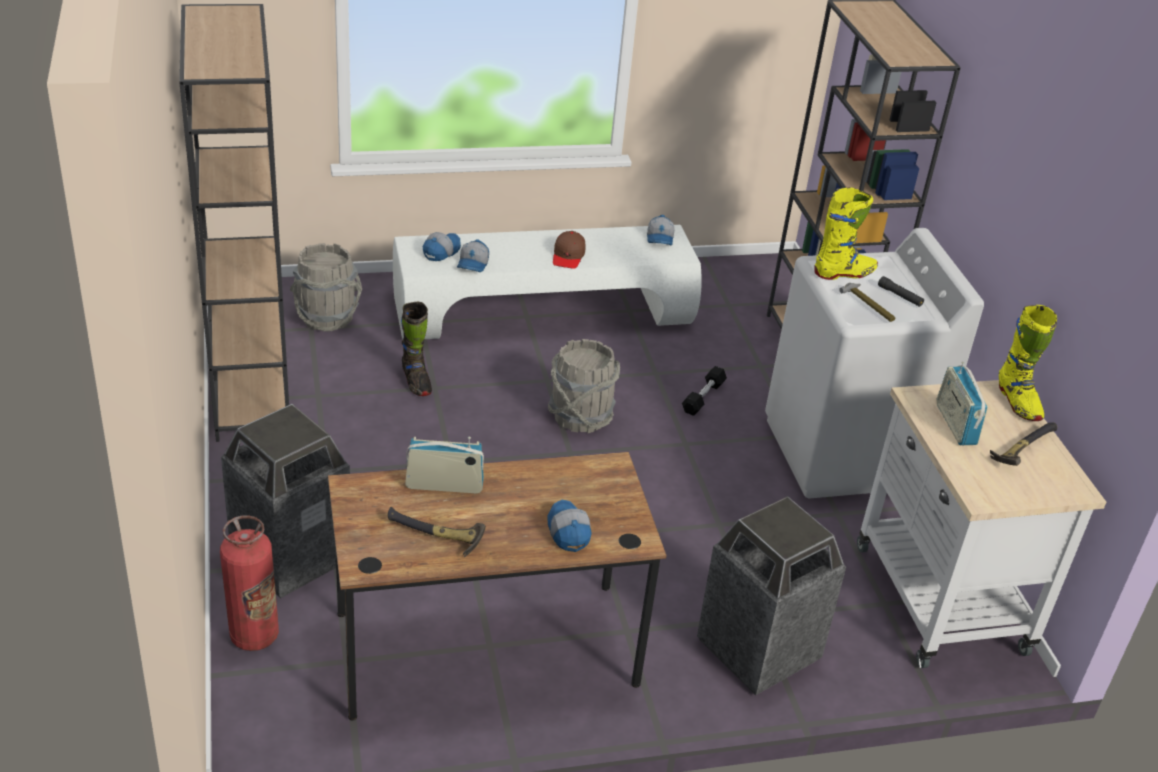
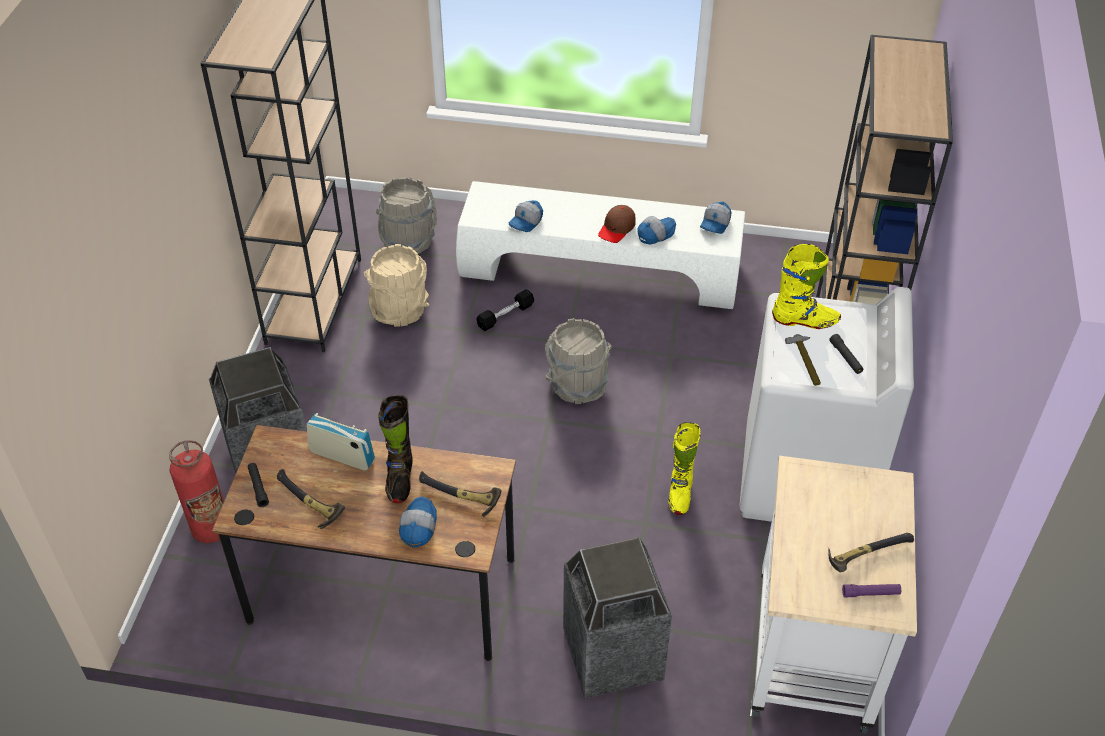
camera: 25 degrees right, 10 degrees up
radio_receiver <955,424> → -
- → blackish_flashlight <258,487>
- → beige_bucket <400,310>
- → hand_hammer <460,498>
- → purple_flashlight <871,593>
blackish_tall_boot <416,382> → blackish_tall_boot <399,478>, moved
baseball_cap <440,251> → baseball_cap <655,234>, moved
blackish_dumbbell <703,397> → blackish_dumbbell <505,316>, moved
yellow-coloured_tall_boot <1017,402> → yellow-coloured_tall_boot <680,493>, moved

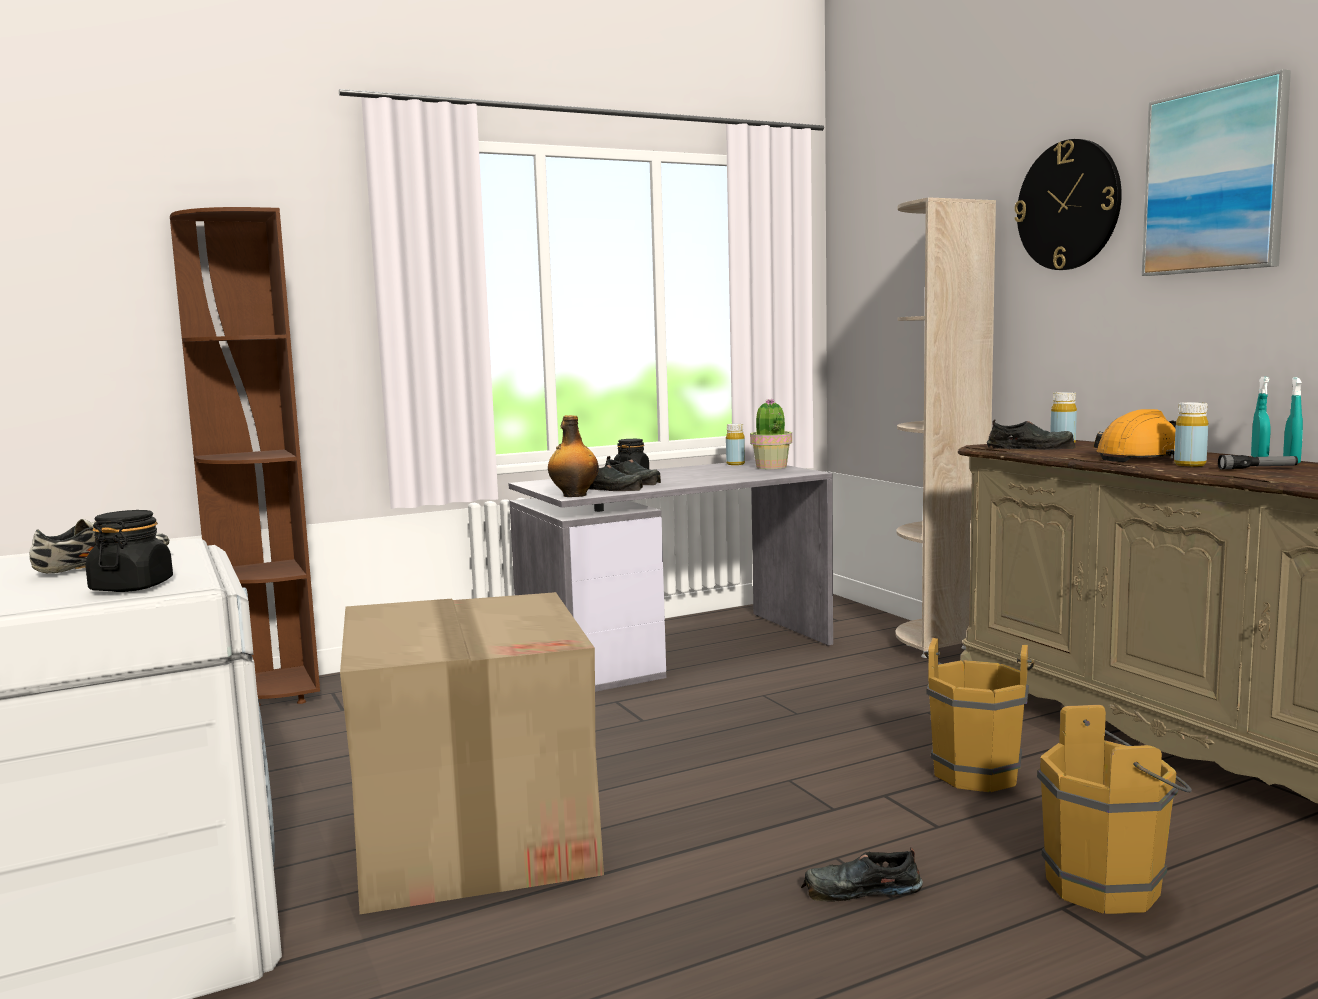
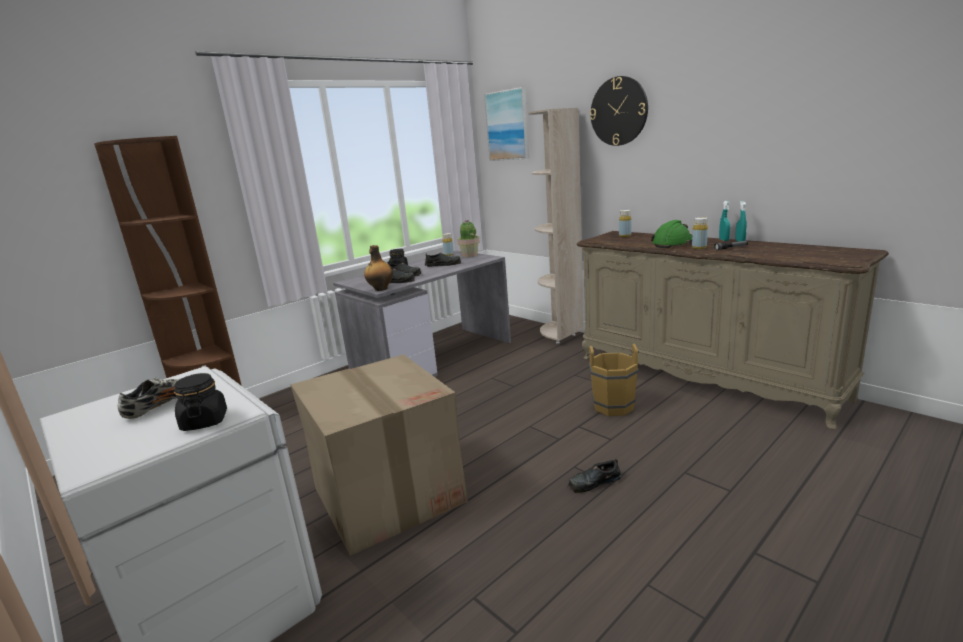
camera: 15 degrees left, 10 degrees up
brown_bucket <1111,886> → -
blackish_item_of_footwear <1031,447> → blackish_item_of_footwear <443,264>, moved
picture <1214,180> → picture <508,125>, moved
orange-coloured_work_helmet <1142,457> → green_work_helmet <672,244>

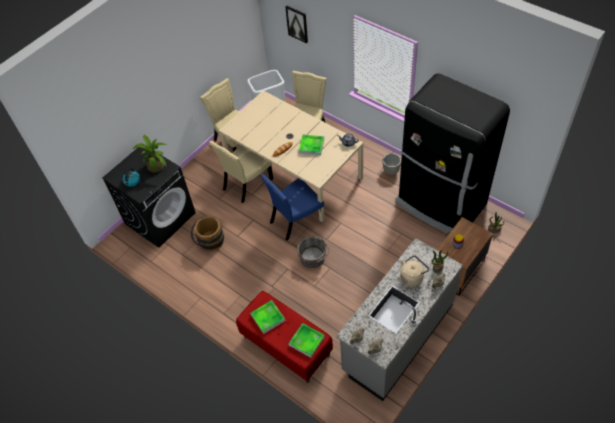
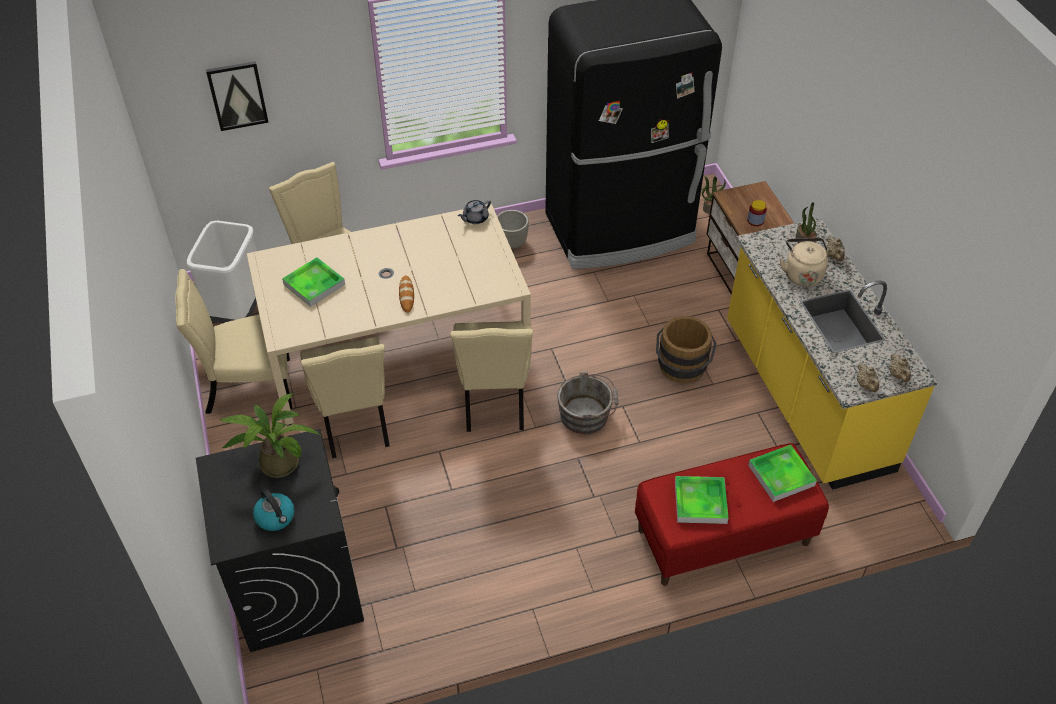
camera: 60 degrees left, 5 degrees down
brown_bucket <209,242> → brown_bucket <681,369>, moved
serving_tray <311,146> → serving_tray <314,284>, moved
blue_chair <296,220> → beige_chair <494,396>
gray_kitchen_counter <397,337> → yellow-coloured_kitchen_counter <804,397>

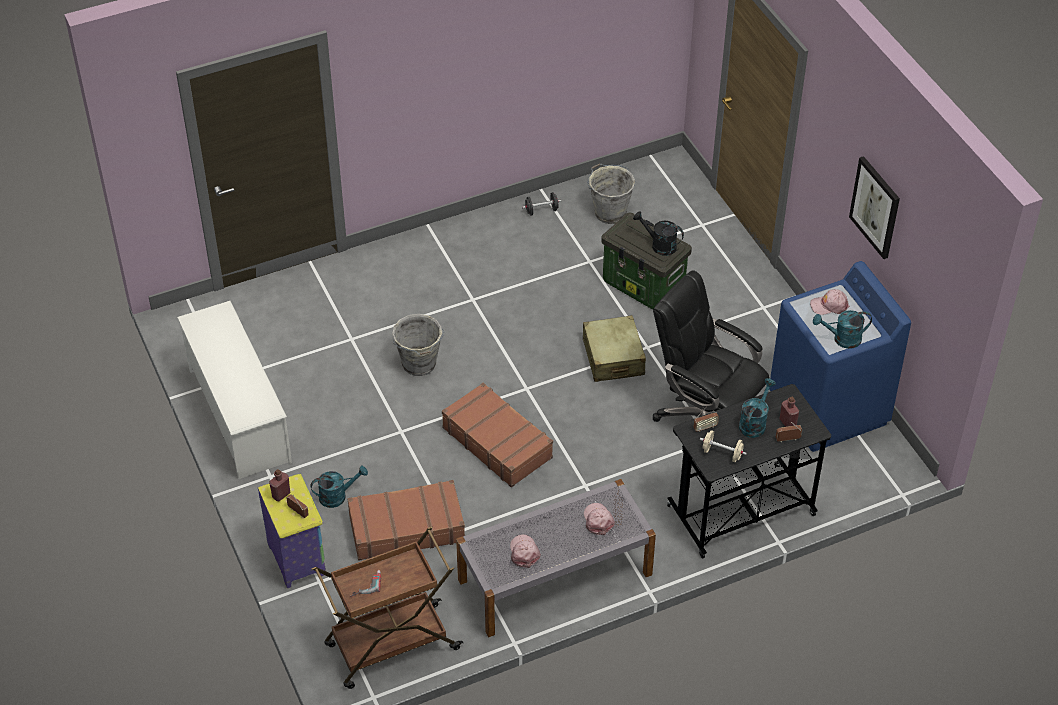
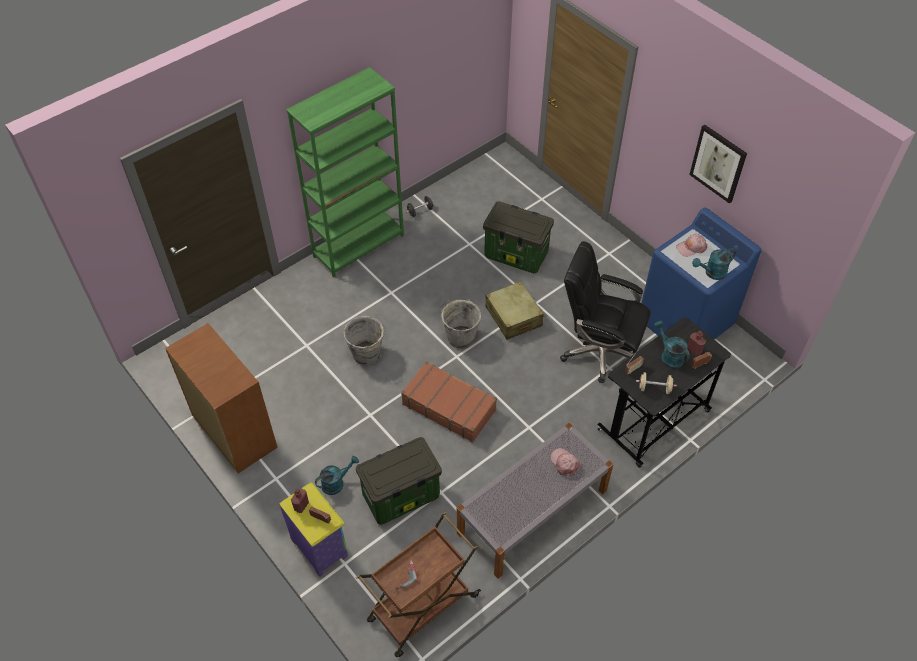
camera: 15 degrees left, 5 degrees up
pink_baseball_cap <524,552> → -
blackish_watering_can <659,245> → -
- → green_bookshelf <359,245>
gray_bucket <609,212> → gray_bucket <460,337>, moved
white-coloured_shoe_rack <238,415> → brown_cupboard <234,430>
brown_suitcase <406,528> → storage_box <400,497>
turquoise-coloured_watering_can <754,422> → turquoise-coloured_watering_can <669,356>, 45 degrees counterclockwise

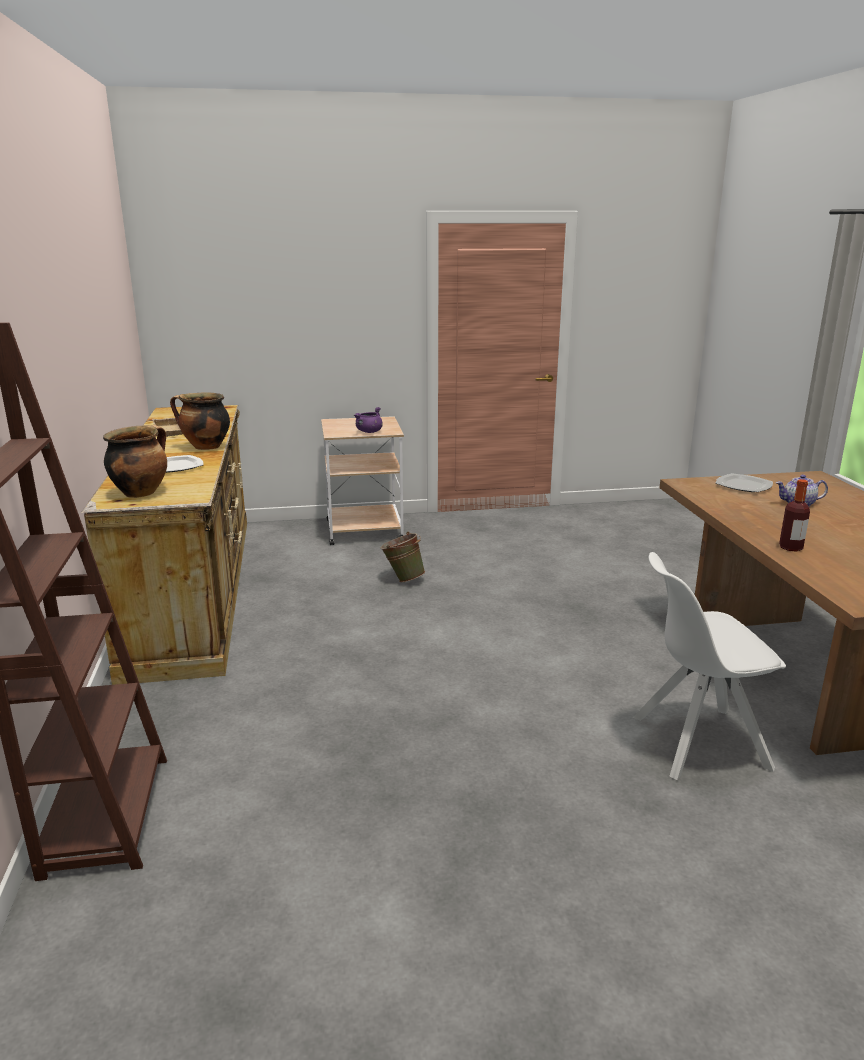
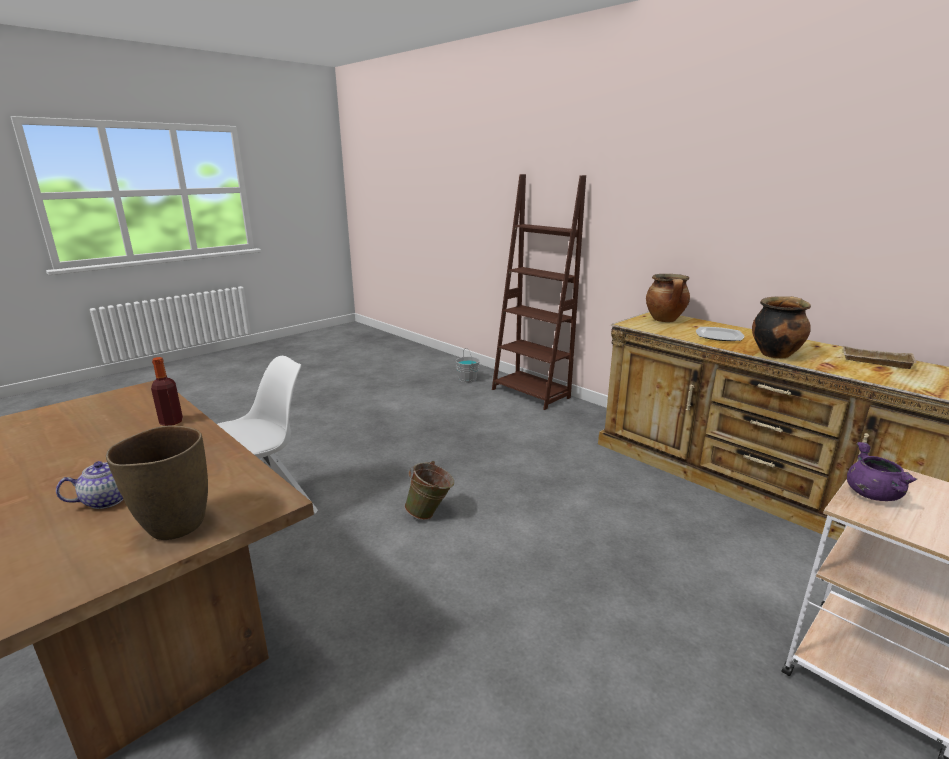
camera: 145 degrees right, 0 degrees up
- → gray_bucket <467,379>
green_bucket <403,579> → green_bucket <430,514>, moved
flat_dish <743,485> → brown_vase <175,526>

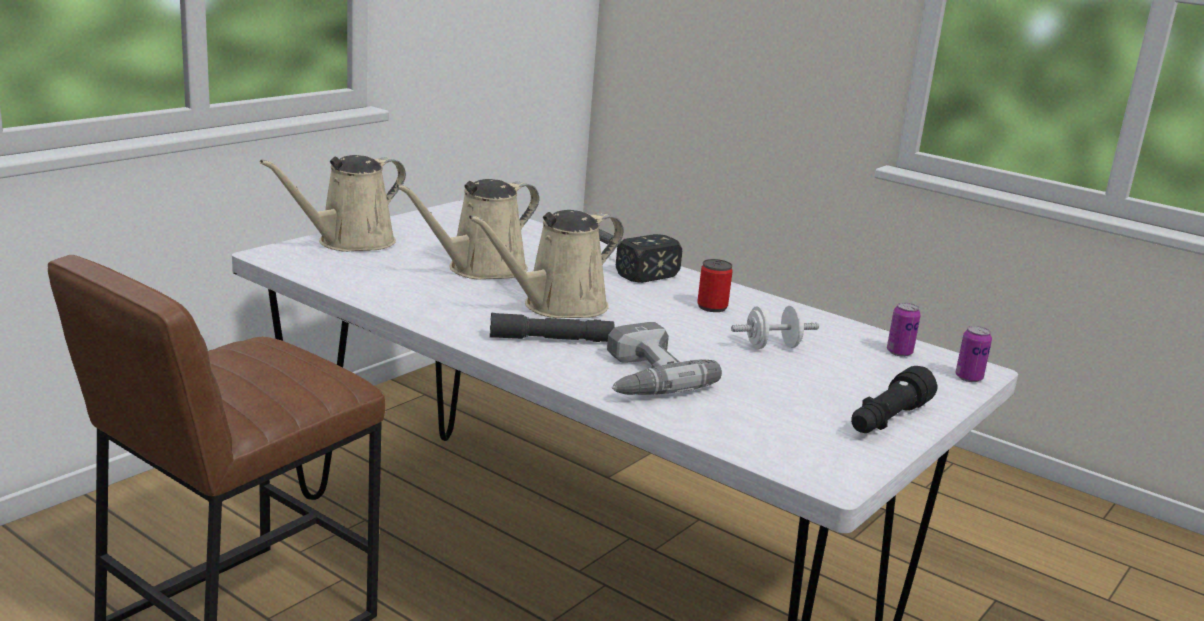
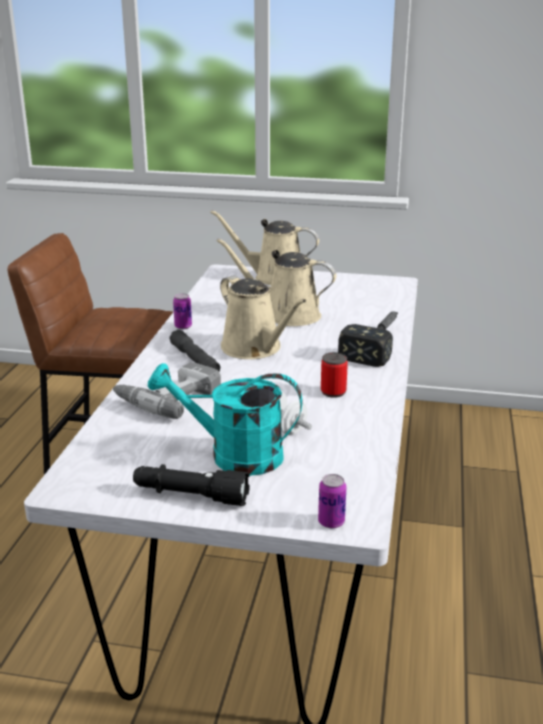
camera: 65 degrees right, 5 degrees up
- → turquoise-coloured_watering_can <233,455>
can <899,352> → can <183,326>, moved
beige_watering_can <558,306> → beige_watering_can <255,348>, 150 degrees counterclockwise

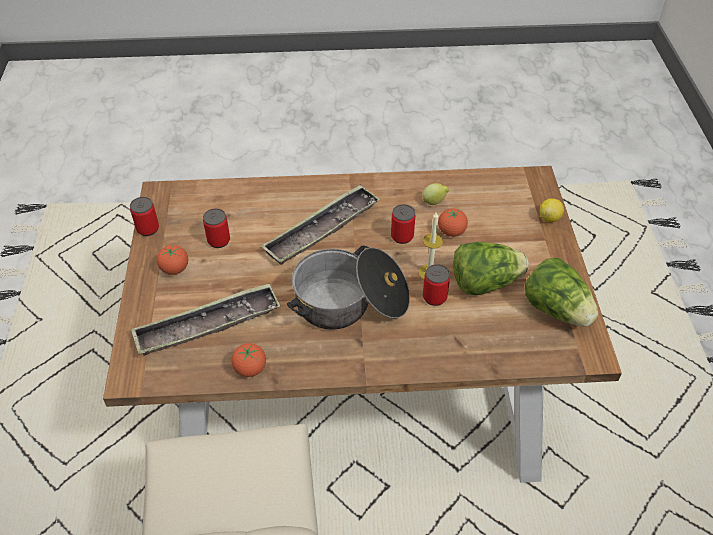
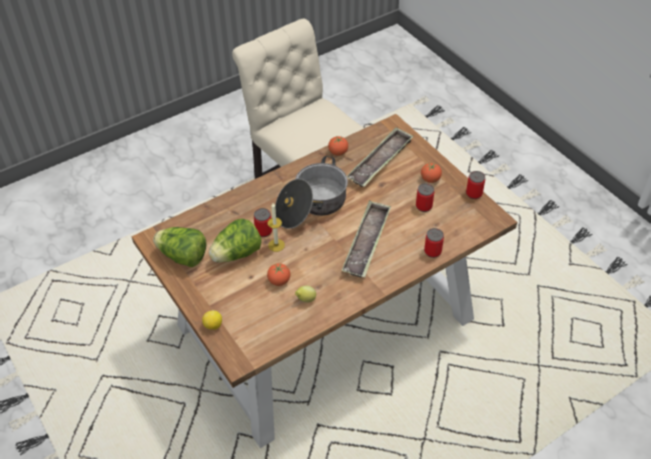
camera: 150 degrees right, 0 degrees up
can <402,236> → can <432,251>, moved

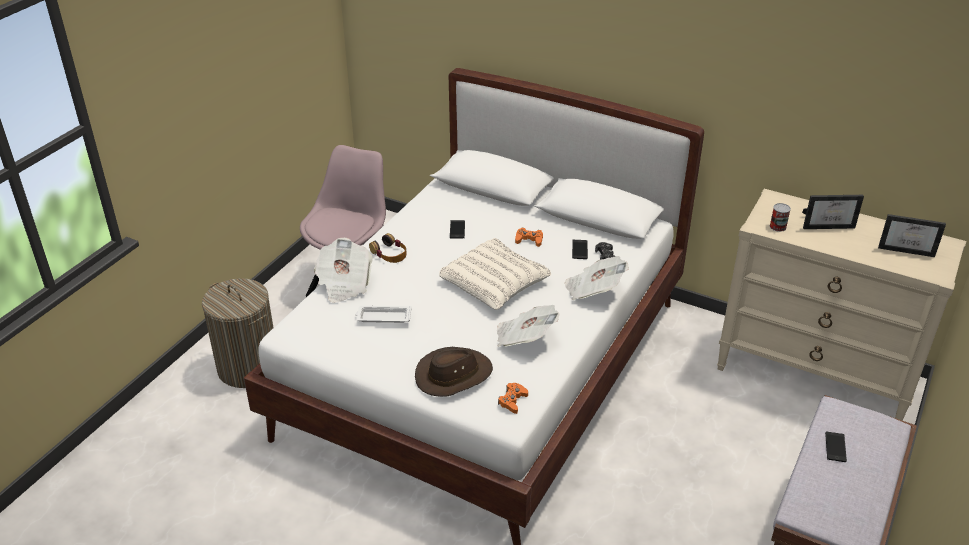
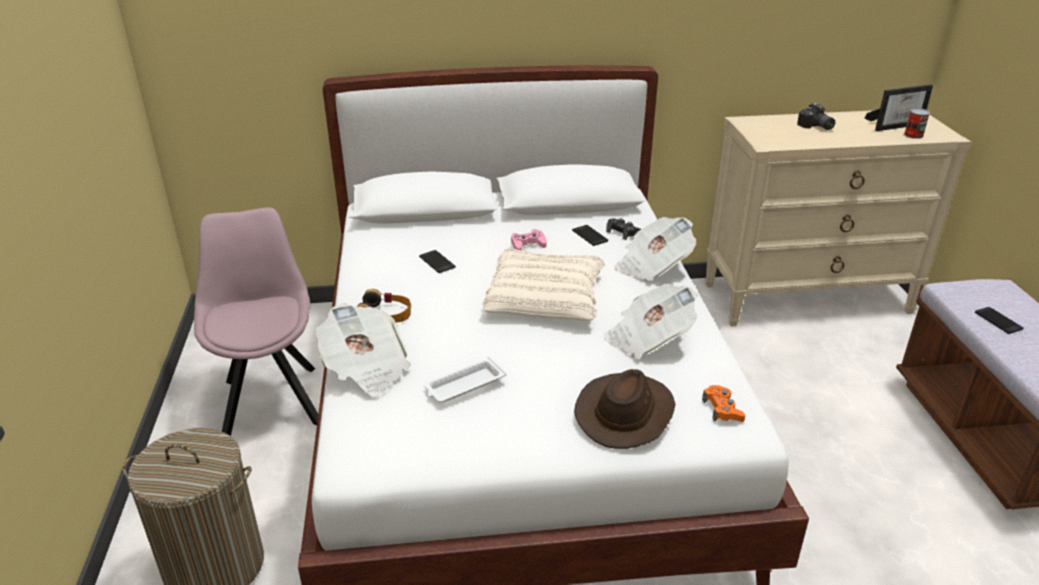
camera: 35 degrees left, 5 degrees down
can <777,226> → can <913,135>, moved
standing_frame <828,225> → still_camera <815,127>
orange-coloured_gamepad <529,240> → pink_gamepad <528,245>

